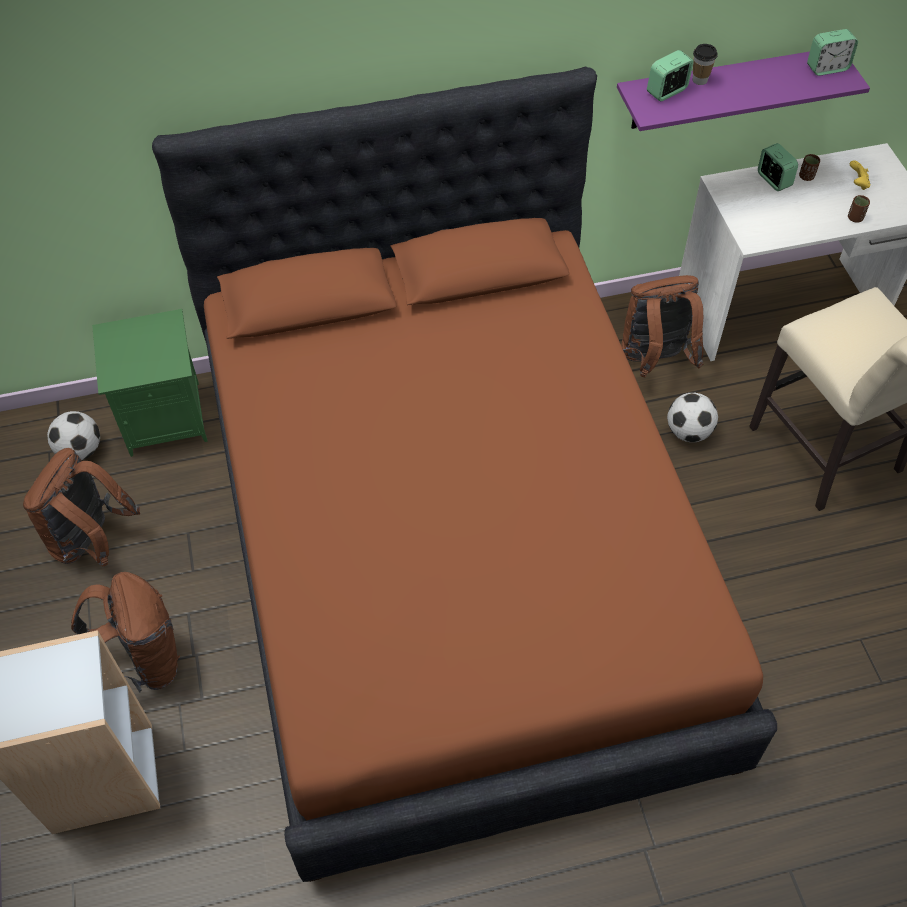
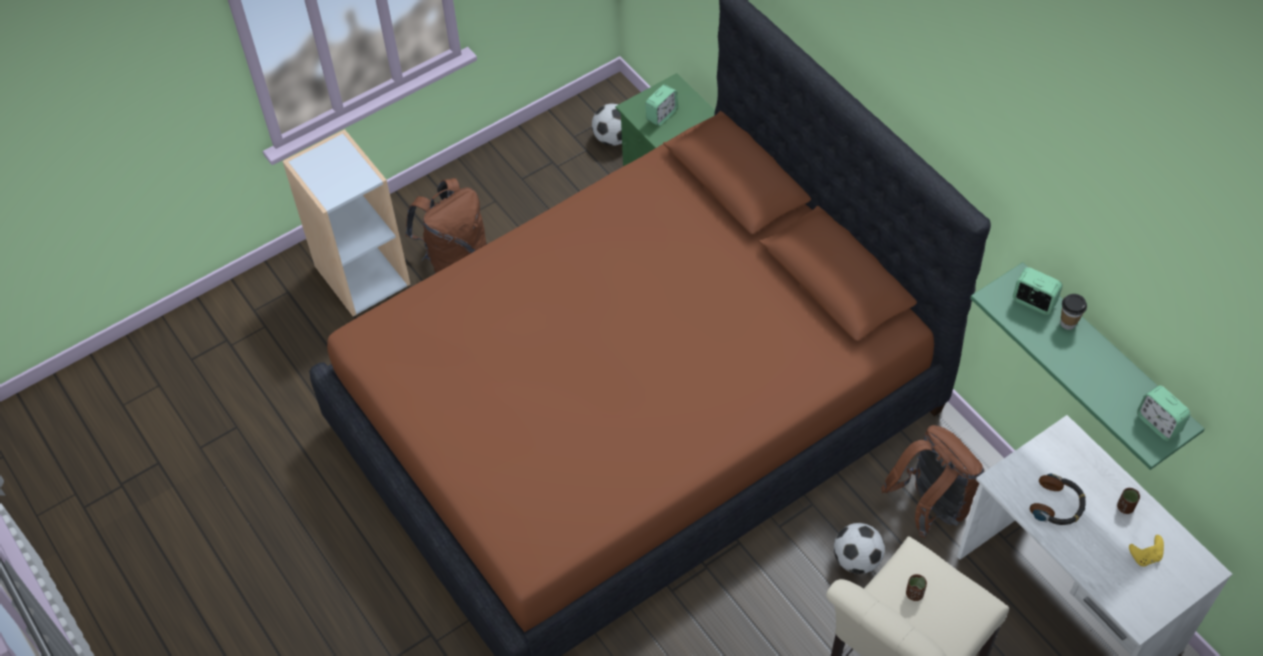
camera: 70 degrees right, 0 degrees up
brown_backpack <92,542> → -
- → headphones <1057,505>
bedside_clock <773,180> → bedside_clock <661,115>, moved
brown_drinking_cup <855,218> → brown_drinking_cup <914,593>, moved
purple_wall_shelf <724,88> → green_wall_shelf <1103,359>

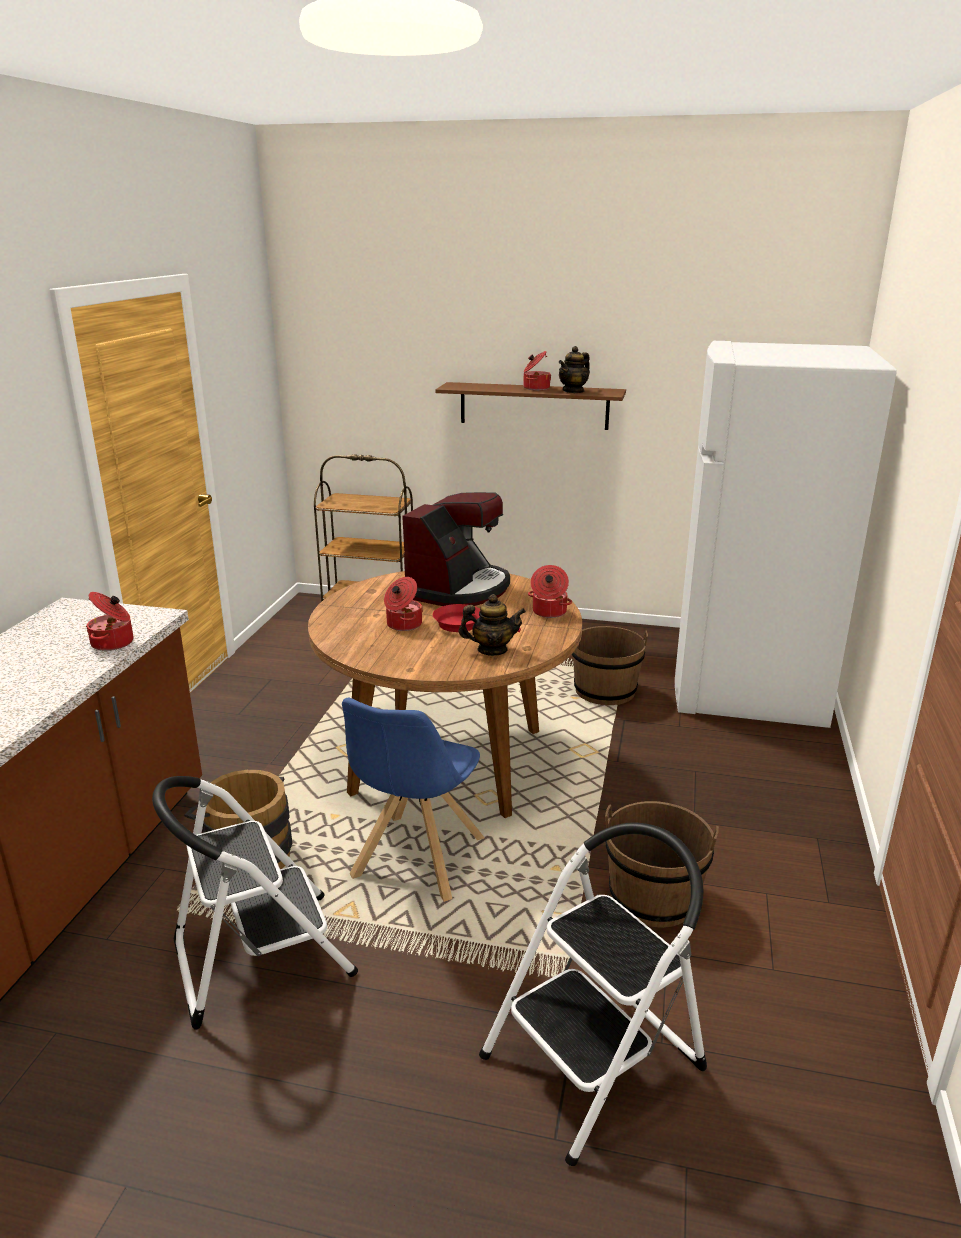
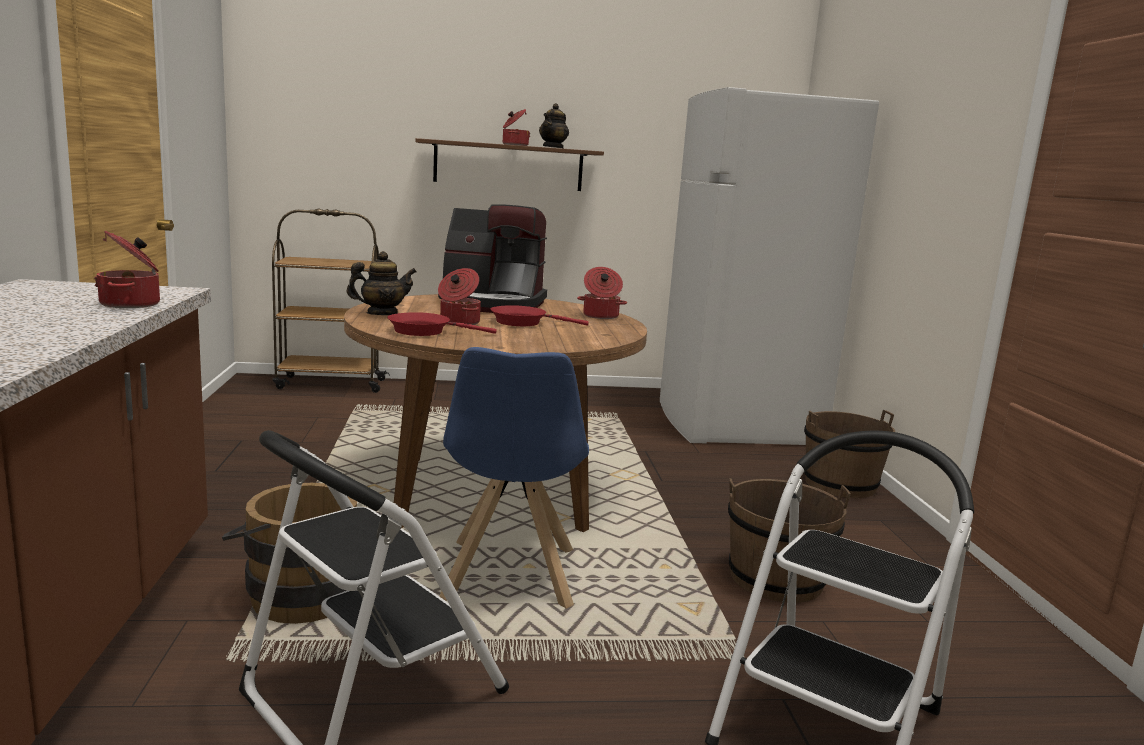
camera: 20 degrees left, 10 degrees down
- → reddish_frying_pan <425,331>
tea_pot <492,650> → tea_pot <382,314>, moved
brown_bucket <605,691> → brown_bucket <840,484>, moved
coffee_brewer <458,589> → coffee_brewer <492,304>, 90 degrees clockwise

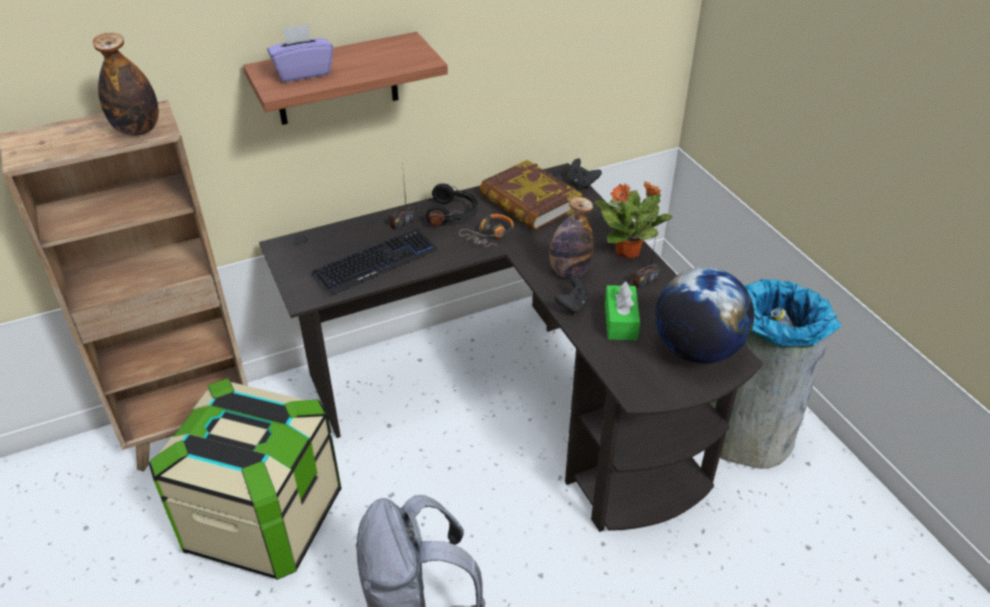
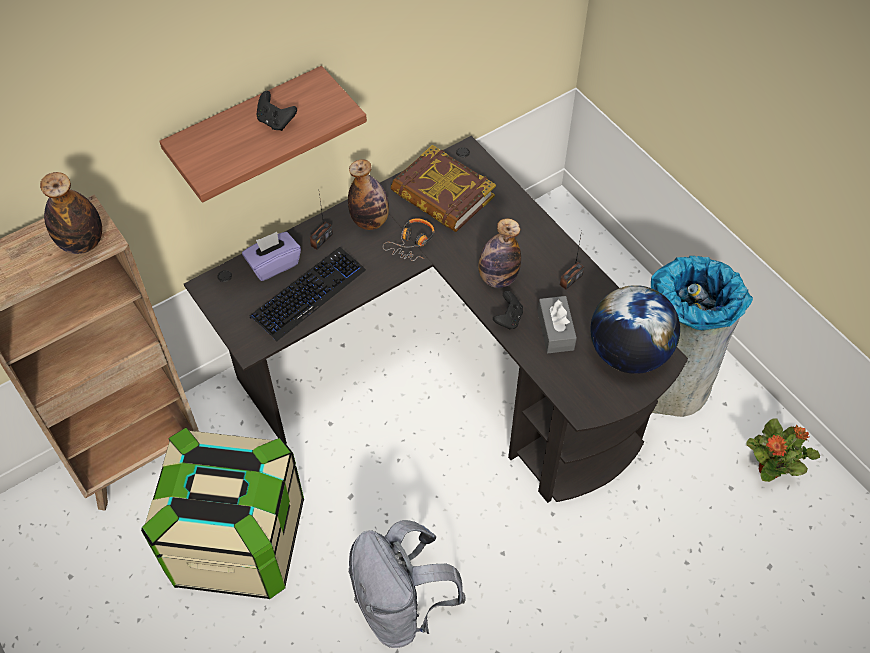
camera: 10 degrees left, 15 degrees up
purple_tissue_holder <303,72> → purple_tissue_holder <273,264>, moved
blackish_gamepad <582,183> → blackish_gamepad <276,122>, moved
plant_in_a_pot <628,251> → plant_in_a_pot <770,469>, moved
blackish_headphones <453,214> → bottle <370,221>
green_tissue_holder <620,321> → gray_tissue_holder <555,330>

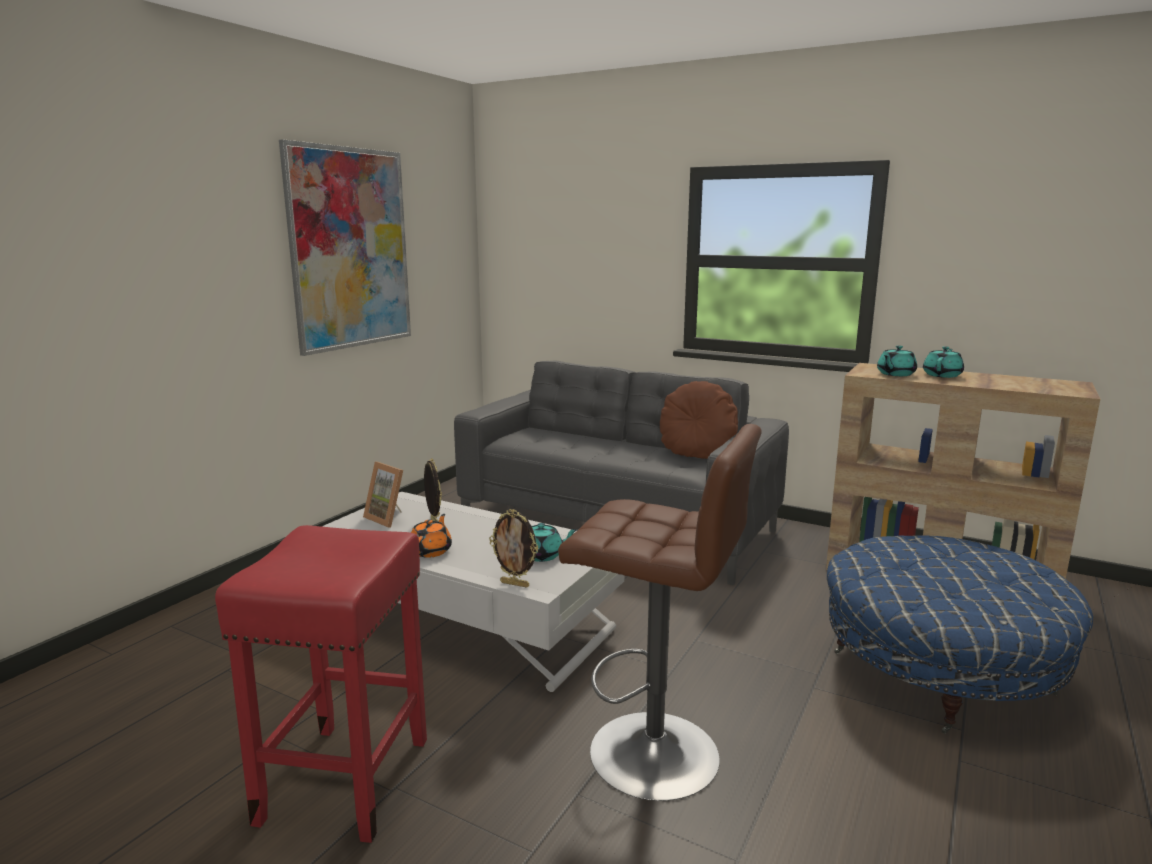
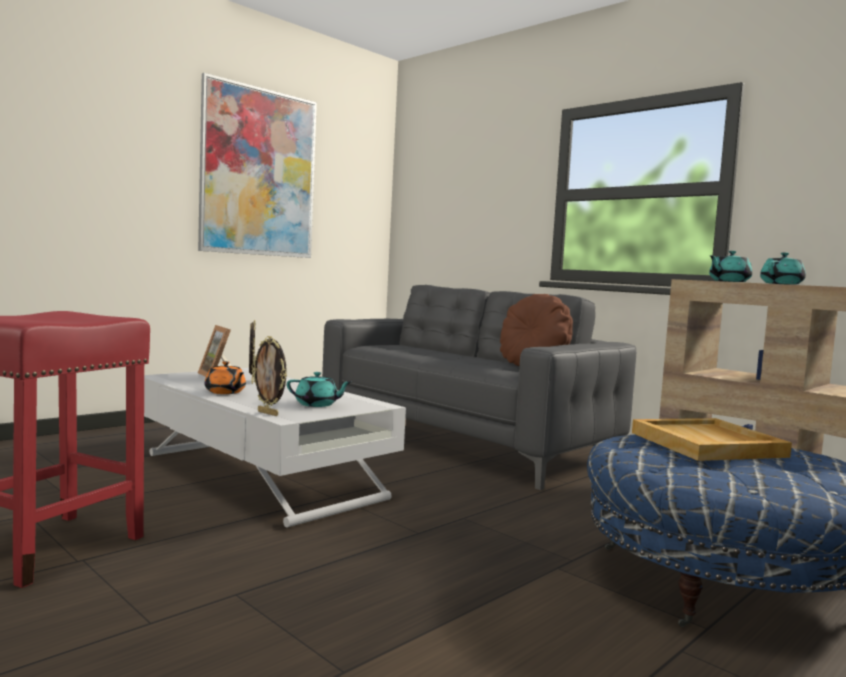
camera: 15 degrees right, 10 degrees down
brown_stool_seat <655,755> → -
- → beige_serving_tray <708,445>
orange-coloured_tea_pot <431,551> → orange-coloured_tea_pot <225,392>, 105 degrees clockwise

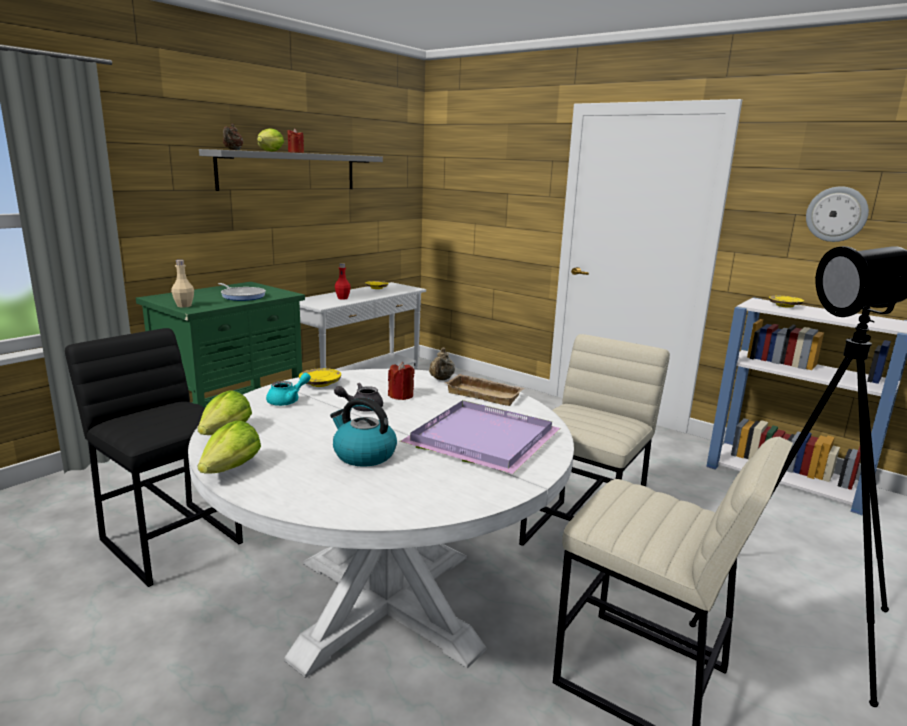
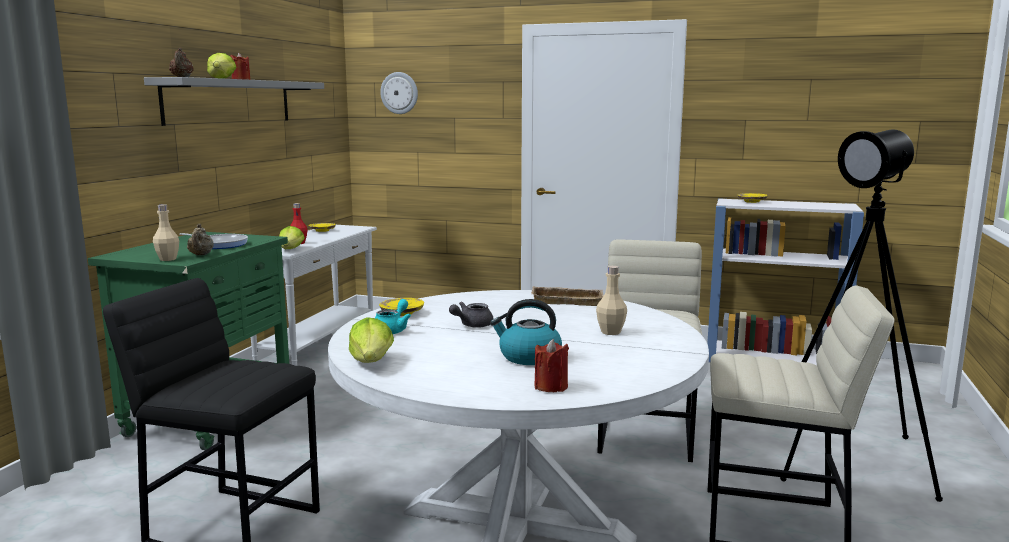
camera: 20 degrees left, 5 degrees down
lettuce_head <231,469> → lettuce_head <291,250>, moved
reddish_wax_candle <401,396> → reddish_wax_candle <551,387>, moved
beige_tea_pot <441,379> → beige_tea_pot <201,255>, moved
wall_clock <836,214> → wall_clock <399,93>, moved
purple_serving_tray <479,440> → beige_bottle <610,332>

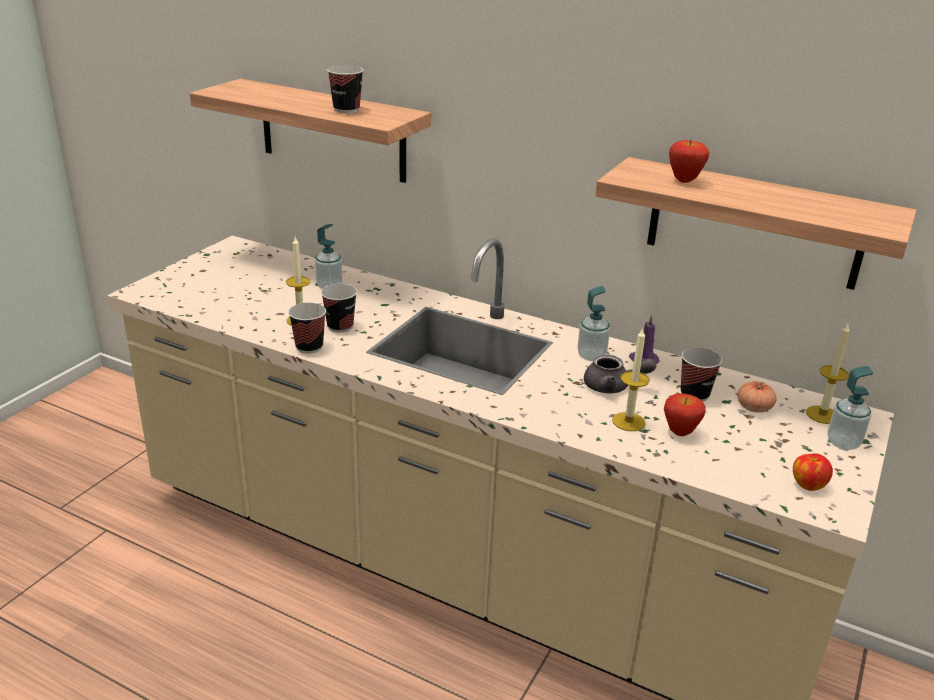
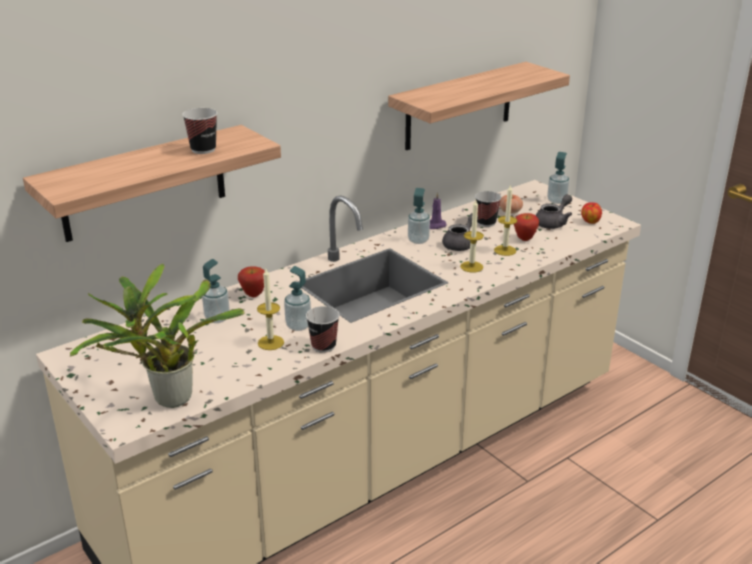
camera: 65 degrees left, 0 degrees up
- → plant_in_a_pot <167,399>
- → gray_tea_pot <553,223>
apple_fruit <684,181> → apple_fruit <254,295>, moved
wax_candle <822,415> → wax_candle <471,267>, moved
drinking_cup <340,326> → liquid_soap_bottle <298,326>

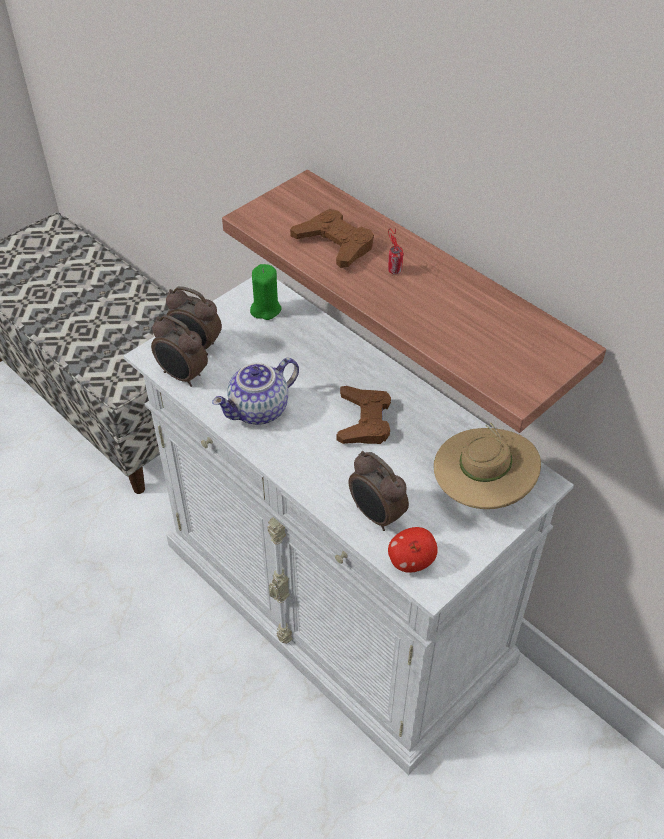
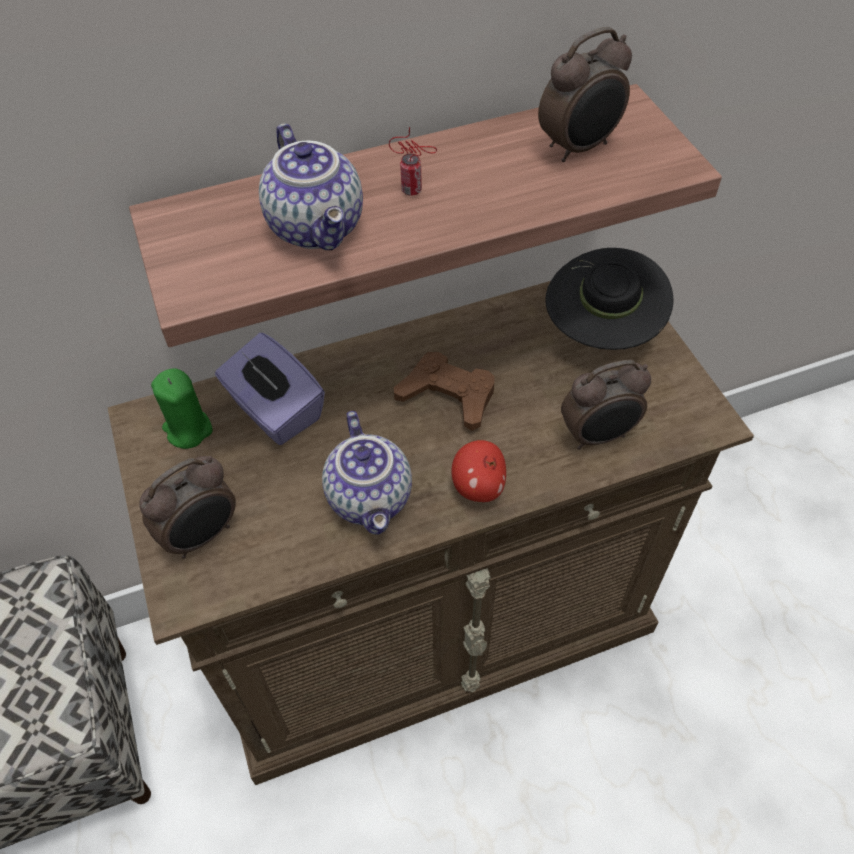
camera: 65 degrees left, 5 degrees up
- → purple_tissue_holder <275,410>
bedside_clock <182,376> → bedside_clock <579,148>, moved
apple_fruit <411,561> → apple_fruit <478,487>, moved
brown_gamepad <335,244> → tea_pot <319,227>
white-coloured_dresser <335,601> → brown_dresser <429,619>
beige_hat <481,490> → blackish_hat <601,332>

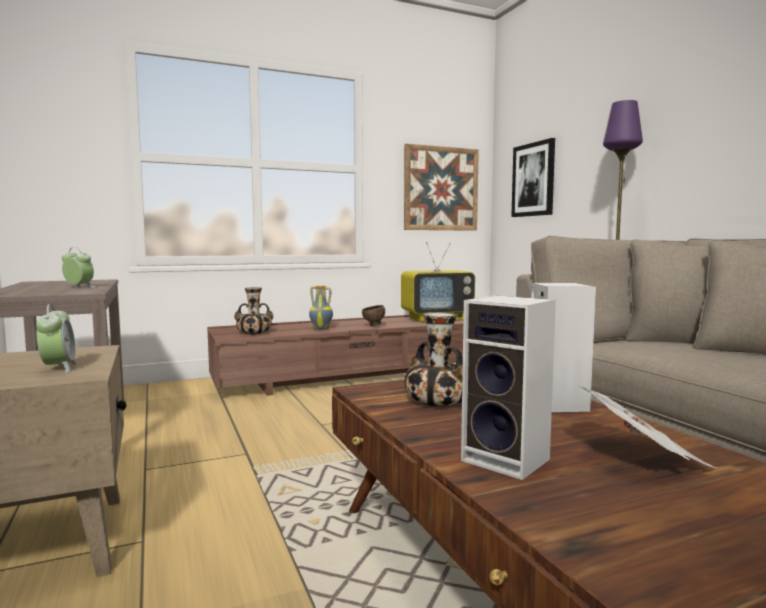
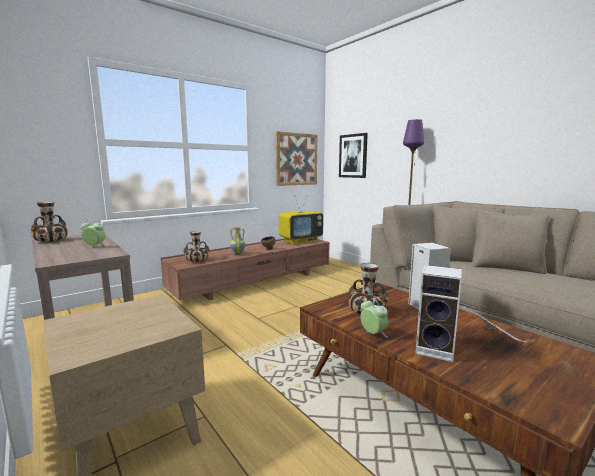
camera: 15 degrees left, 5 degrees up
- → vase <51,240>
bedside_clock <58,368> → bedside_clock <373,334>, moved

